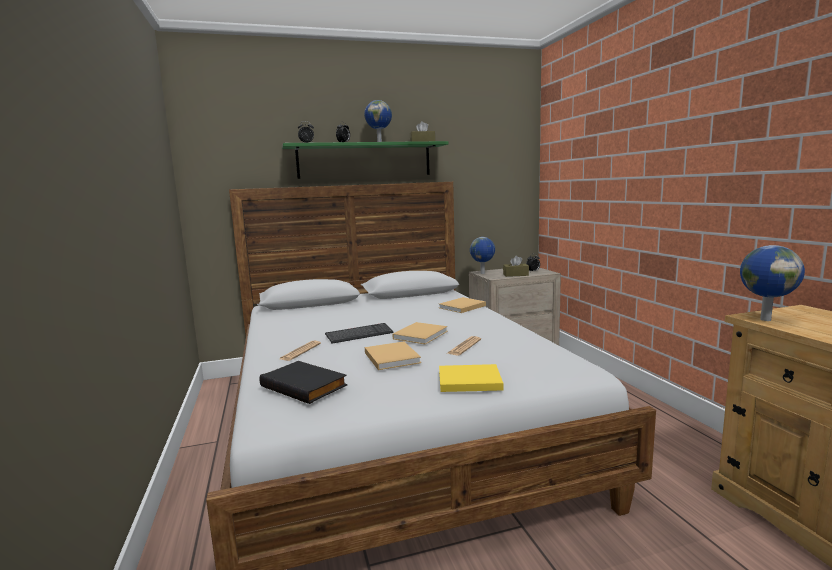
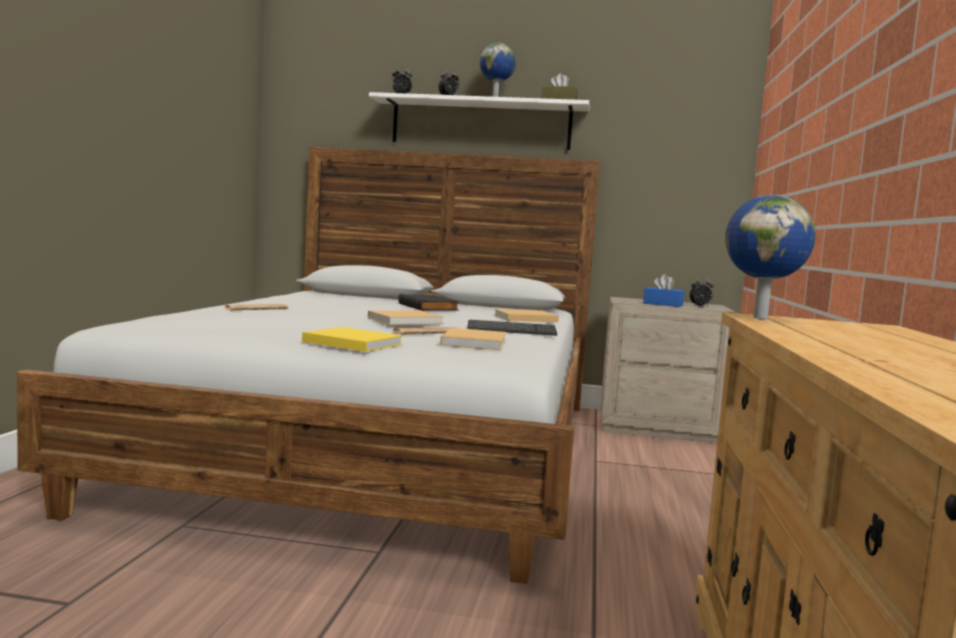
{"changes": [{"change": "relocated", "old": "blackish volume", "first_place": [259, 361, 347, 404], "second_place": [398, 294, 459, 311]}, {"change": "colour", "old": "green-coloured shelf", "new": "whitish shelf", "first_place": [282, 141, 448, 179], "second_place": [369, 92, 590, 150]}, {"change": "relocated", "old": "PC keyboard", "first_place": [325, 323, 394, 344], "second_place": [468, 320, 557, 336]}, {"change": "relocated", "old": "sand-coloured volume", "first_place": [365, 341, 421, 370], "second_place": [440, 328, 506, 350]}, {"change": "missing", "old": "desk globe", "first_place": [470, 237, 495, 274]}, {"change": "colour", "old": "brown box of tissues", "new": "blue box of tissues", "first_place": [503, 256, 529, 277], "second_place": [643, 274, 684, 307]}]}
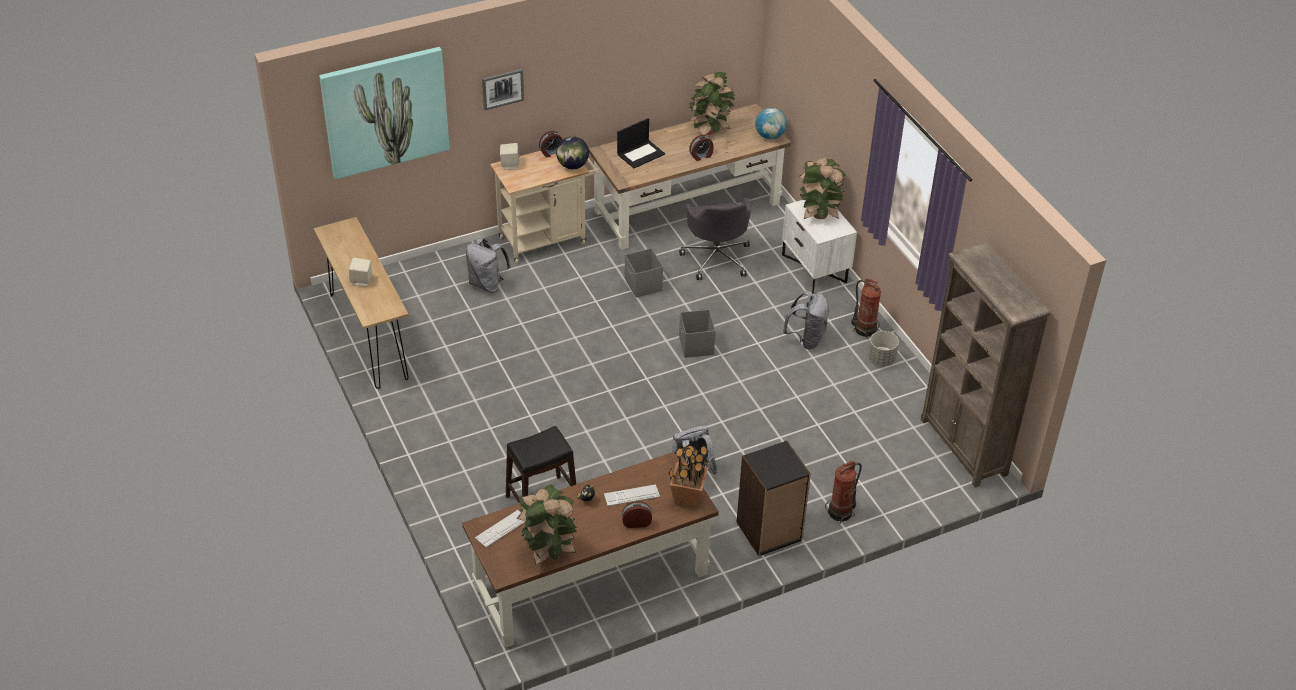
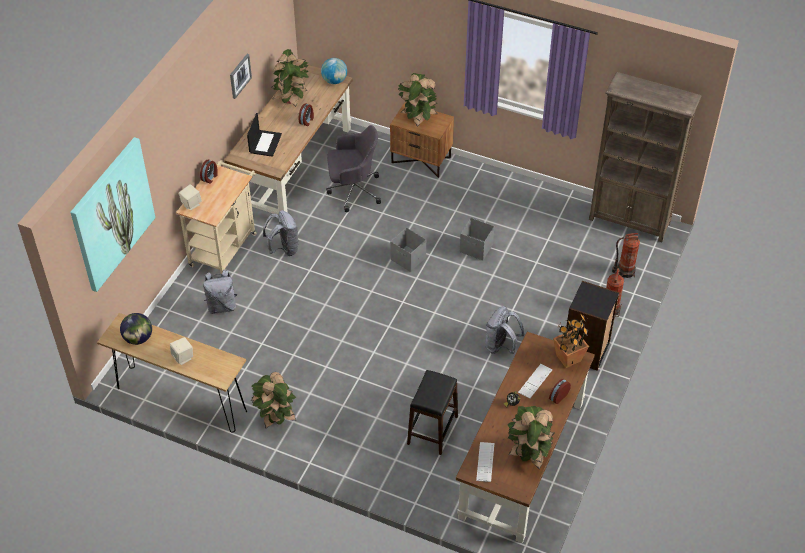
{"changes": [{"change": "relocated", "old": "picture", "first_place": [482, 69, 524, 110], "second_place": [230, 54, 252, 99]}, {"change": "relocated", "old": "desk globe", "first_place": [556, 136, 589, 169], "second_place": [120, 313, 152, 345]}, {"change": "relocated", "old": "greyish storage box", "first_place": [625, 248, 663, 297], "second_place": [460, 218, 494, 260]}, {"change": "spun", "old": "greyish office chair", "first_place": [679, 198, 751, 280], "second_place": [326, 125, 381, 212], "degrees": -45}, {"change": "colour", "old": "whitish night table", "new": "brown night table", "first_place": [782, 200, 857, 294], "second_place": [390, 102, 454, 178]}, {"change": "relocated", "old": "greyish rucksack", "first_place": [783, 291, 829, 349], "second_place": [263, 210, 298, 256]}, {"change": "relocated", "old": "fire-fighting cylinder", "first_place": [851, 278, 881, 338], "second_place": [612, 233, 640, 278]}, {"change": "missing", "old": "greyish plant pot", "first_place": [868, 331, 899, 366]}, {"change": "appeared", "new": "potted plant", "second_place": [251, 372, 296, 428]}]}
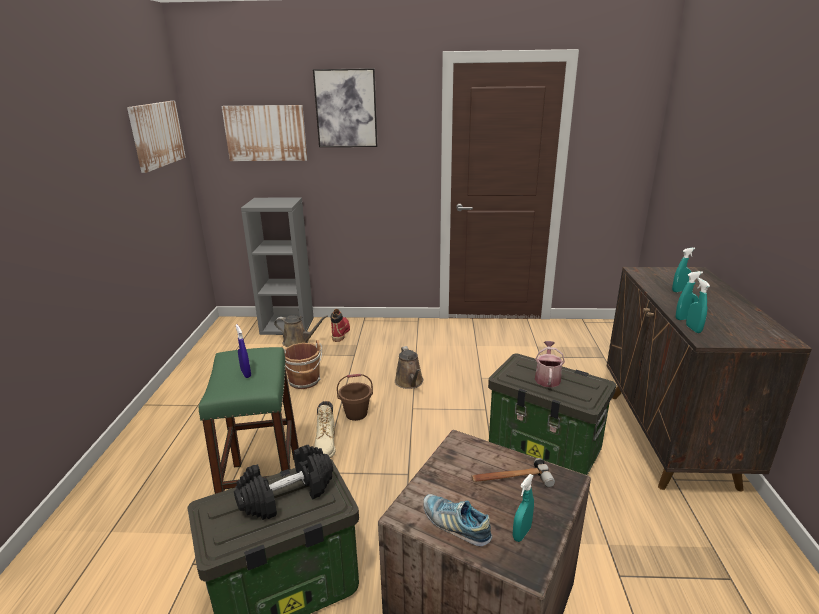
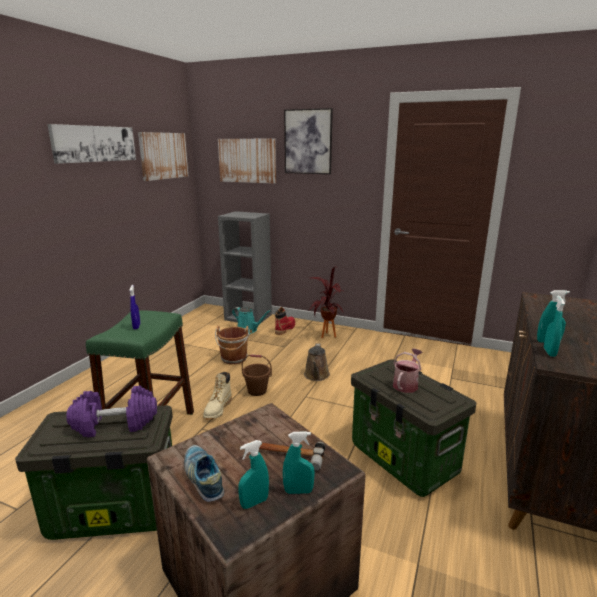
{"changes": [{"change": "colour", "old": "blackish free weight", "new": "purple free weight", "first_place": [234, 445, 333, 520], "second_place": [66, 385, 157, 437]}, {"change": "colour", "old": "brown watering pot", "new": "blue-green watering pot", "first_place": [274, 315, 328, 347], "second_place": [232, 307, 271, 334]}, {"change": "relocated", "old": "blue-green spray bottle", "first_place": [672, 248, 695, 292], "second_place": [283, 431, 315, 494]}, {"change": "appeared", "new": "picture", "second_place": [47, 124, 136, 164]}, {"change": "appeared", "new": "potted plant", "second_place": [308, 266, 343, 338]}]}
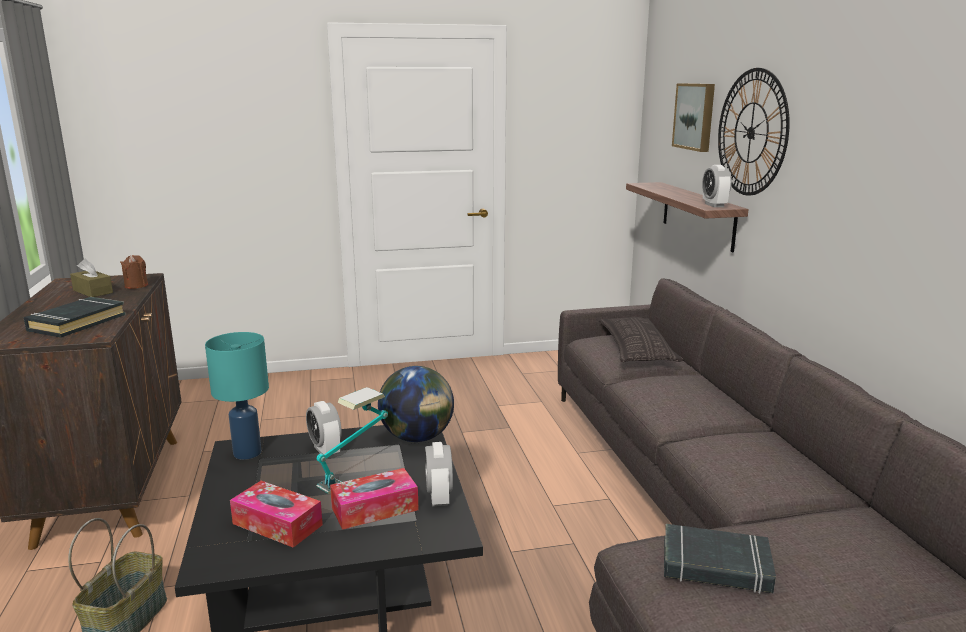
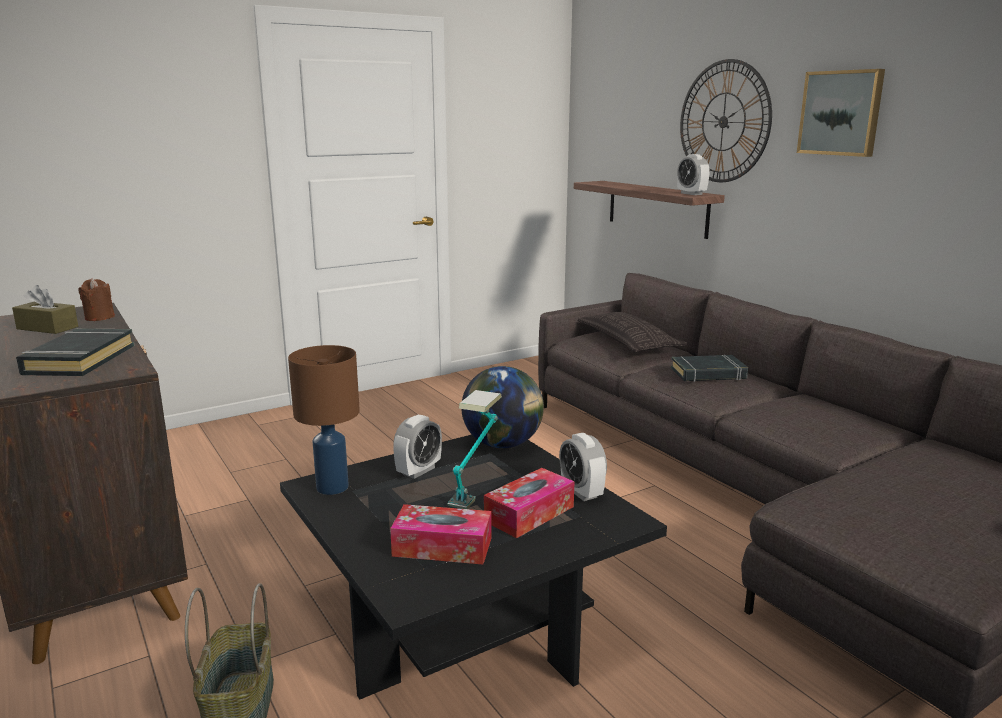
{"changes": [{"change": "colour", "old": "blue-green lamp for a table", "new": "brown lamp for a table", "first_place": [205, 332, 269, 460], "second_place": [288, 345, 360, 495]}, {"change": "spun", "old": "bedside clock", "first_place": [306, 401, 342, 457], "second_place": [393, 415, 442, 479], "degrees": -90}, {"change": "relocated", "old": "blackish volume", "first_place": [664, 524, 776, 594], "second_place": [671, 355, 748, 382]}, {"change": "relocated", "old": "picture", "first_place": [672, 83, 715, 152], "second_place": [797, 69, 885, 157]}]}
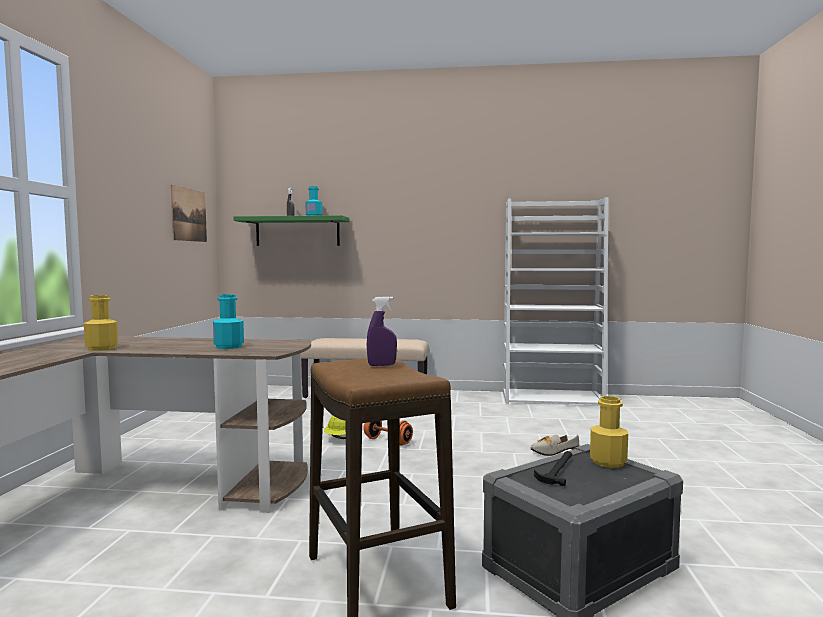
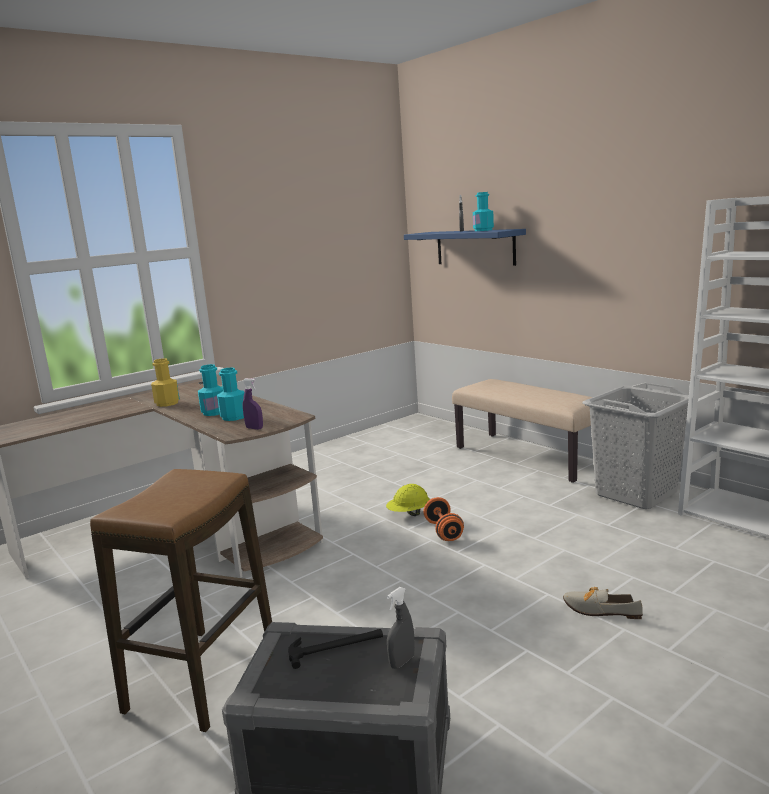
{"changes": [{"change": "missing", "old": "picture", "first_place": [171, 185, 207, 242]}, {"change": "colour", "old": "green-coloured shelf", "new": "blue shelf", "first_place": [233, 215, 350, 246], "second_place": [404, 229, 526, 266]}, {"change": "relocated", "old": "purple spray bottle", "first_place": [367, 296, 397, 366], "second_place": [243, 378, 263, 430]}, {"change": "exchanged", "old": "yellowish beverage bottle", "new": "greyish spray bottle", "first_place": [590, 396, 628, 468], "second_place": [387, 587, 415, 669]}, {"change": "appeared", "new": "blue-green beverage bottle", "second_place": [198, 364, 223, 416]}, {"change": "appeared", "new": "greyish hamper", "second_place": [582, 383, 689, 509]}]}
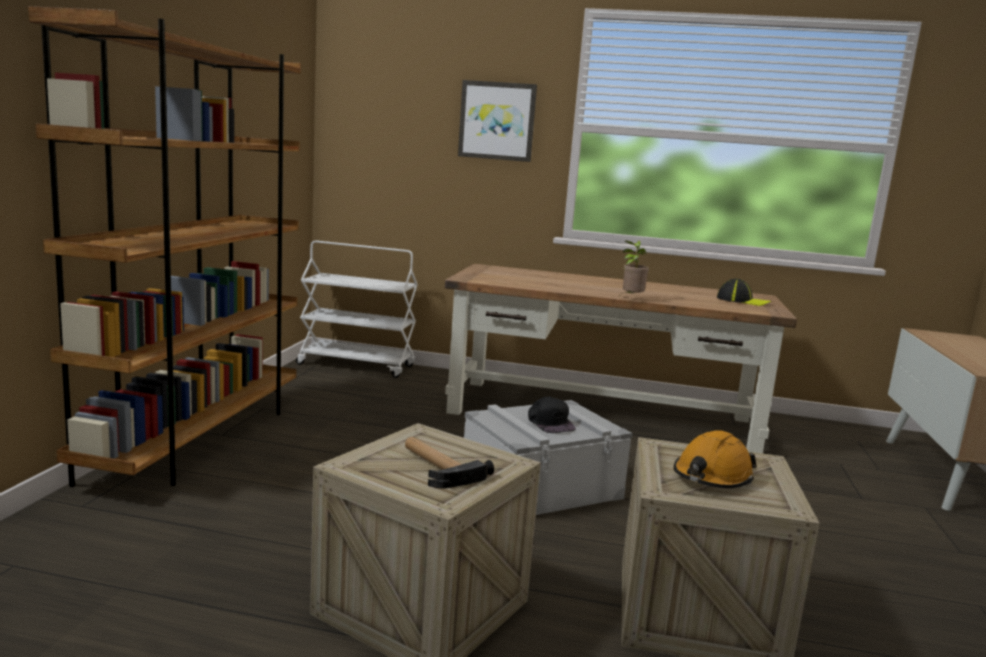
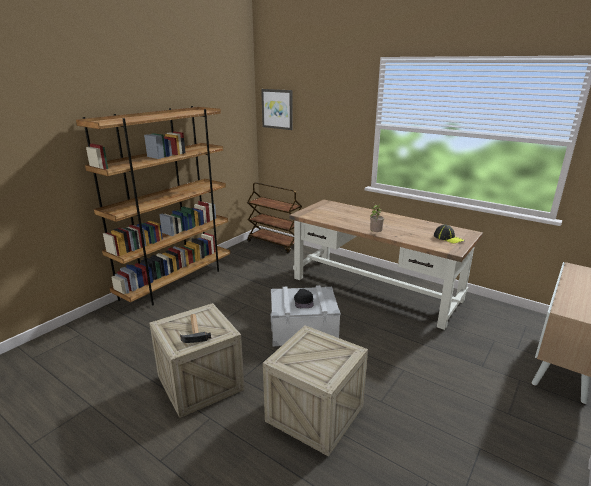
{"changes": [{"change": "colour", "old": "whitish cart", "new": "brown cart", "first_place": [296, 241, 418, 378], "second_place": [247, 182, 302, 253]}, {"change": "relocated", "old": "picture", "first_place": [458, 80, 537, 162], "second_place": [261, 89, 293, 130]}, {"change": "missing", "old": "orangey work helmet", "first_place": [673, 430, 757, 488]}]}
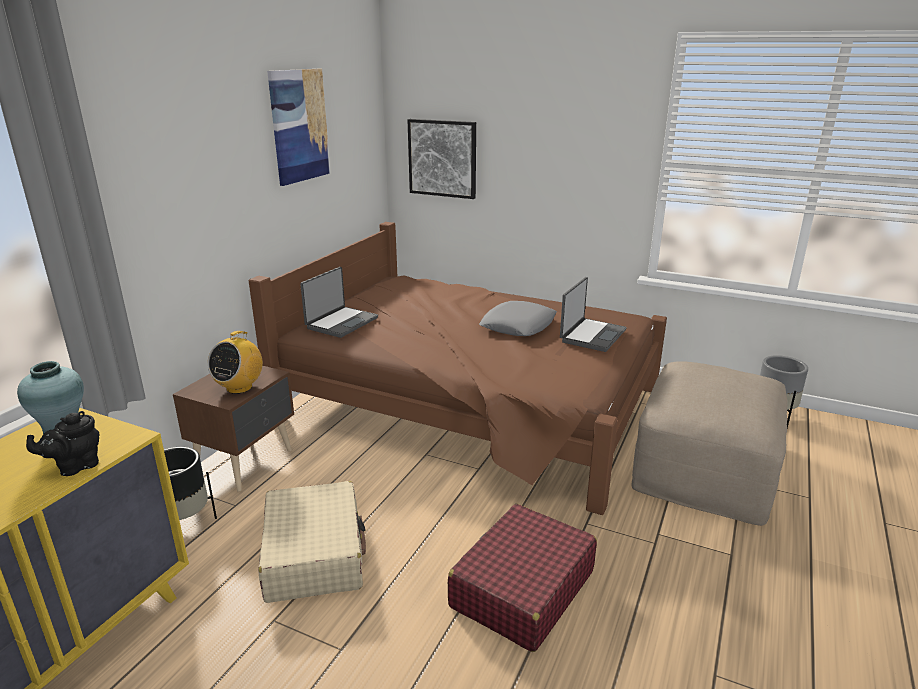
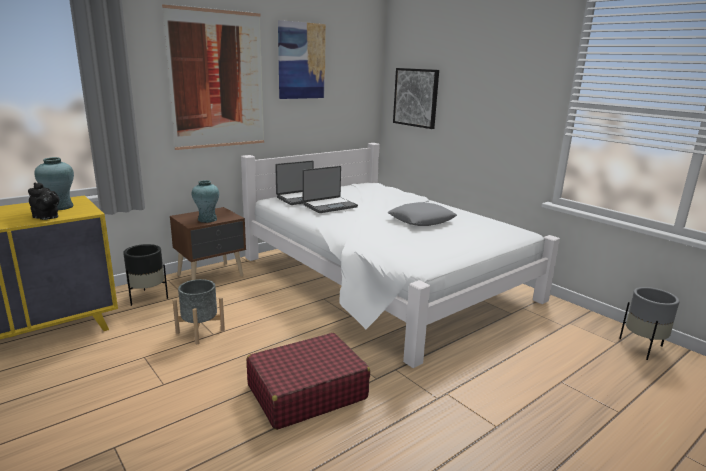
{"changes": [{"change": "spun", "old": "blackish pot for tea", "first_place": [26, 411, 99, 476], "second_place": [28, 183, 60, 220], "degrees": -135}, {"change": "exchanged", "old": "radio set", "new": "blue-green vase", "first_place": [207, 331, 263, 394], "second_place": [192, 180, 219, 223]}, {"change": "colour", "old": "brown bed", "new": "whitish bed", "first_place": [248, 222, 667, 515], "second_place": [241, 143, 560, 368]}, {"change": "exchanged", "old": "sand-coloured piece of luggage", "new": "greyish plant pot", "first_place": [258, 481, 366, 603], "second_place": [173, 279, 225, 344]}, {"change": "relocated", "old": "laptop", "first_place": [560, 277, 627, 352], "second_place": [302, 166, 358, 213]}, {"change": "missing", "old": "sand-coloured ottoman", "first_place": [631, 361, 788, 526]}, {"change": "appeared", "new": "picture", "second_place": [162, 5, 264, 150]}]}
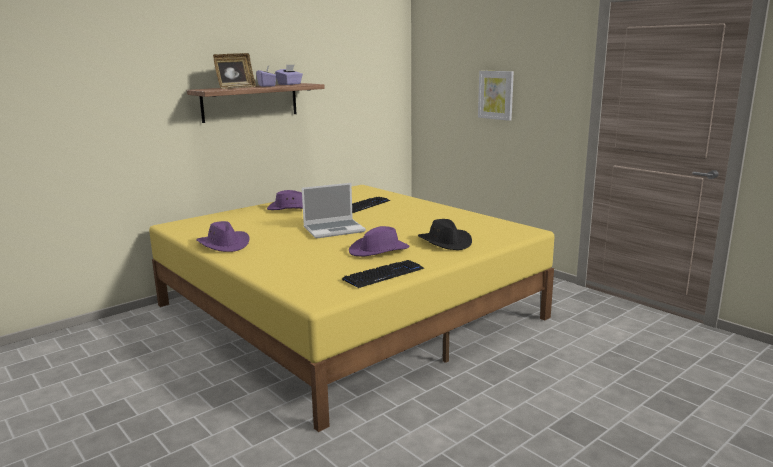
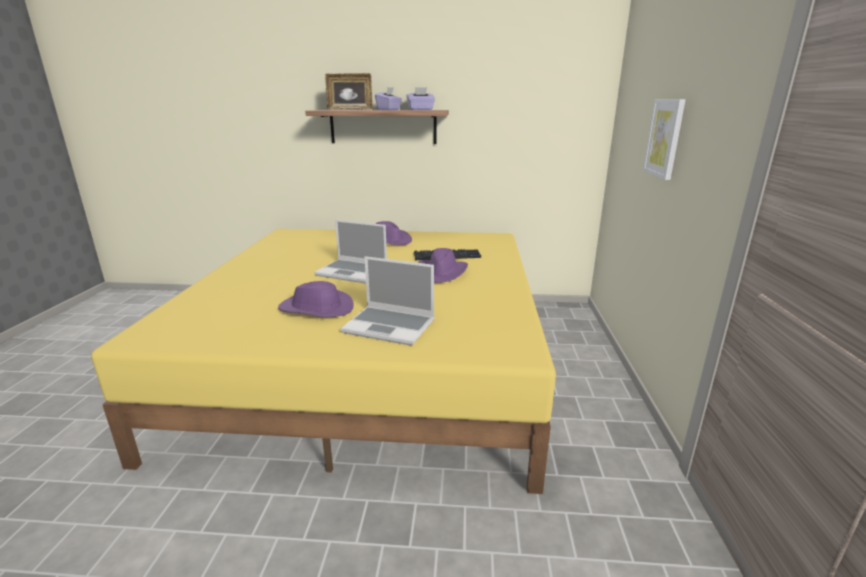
{"changes": [{"change": "relocated", "old": "purple hat", "first_place": [196, 221, 250, 252], "second_place": [418, 248, 468, 283]}, {"change": "missing", "old": "PC keyboard", "first_place": [342, 260, 424, 288]}, {"change": "exchanged", "old": "blackish hat", "new": "laptop", "first_place": [418, 219, 472, 250], "second_place": [340, 256, 435, 345]}]}
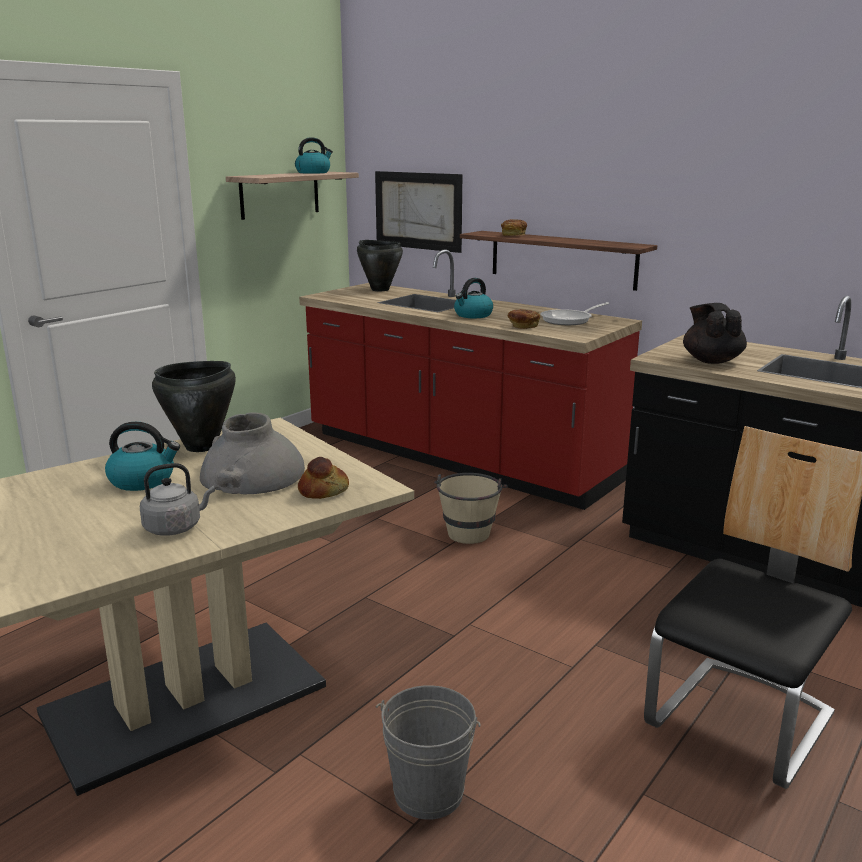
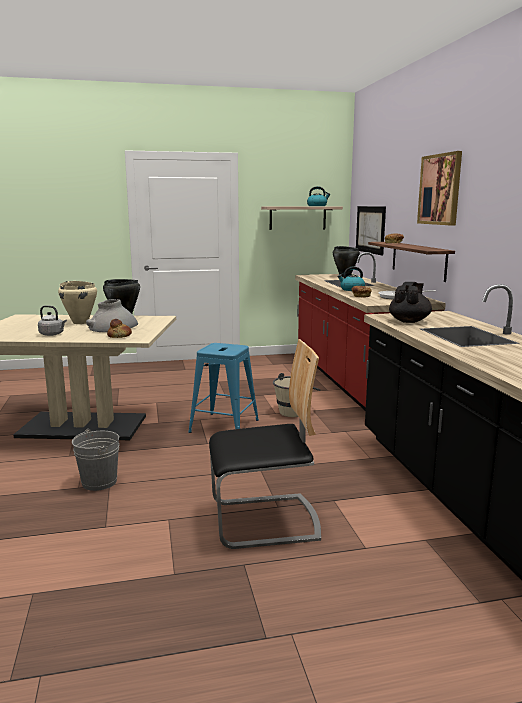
{"changes": [{"change": "exchanged", "old": "tea kettle", "new": "sand-coloured saucepot", "first_place": [105, 422, 180, 491], "second_place": [58, 281, 97, 324]}, {"change": "appeared", "new": "blue stool", "second_place": [188, 343, 259, 433]}, {"change": "appeared", "new": "picture", "second_place": [417, 151, 462, 226]}]}
